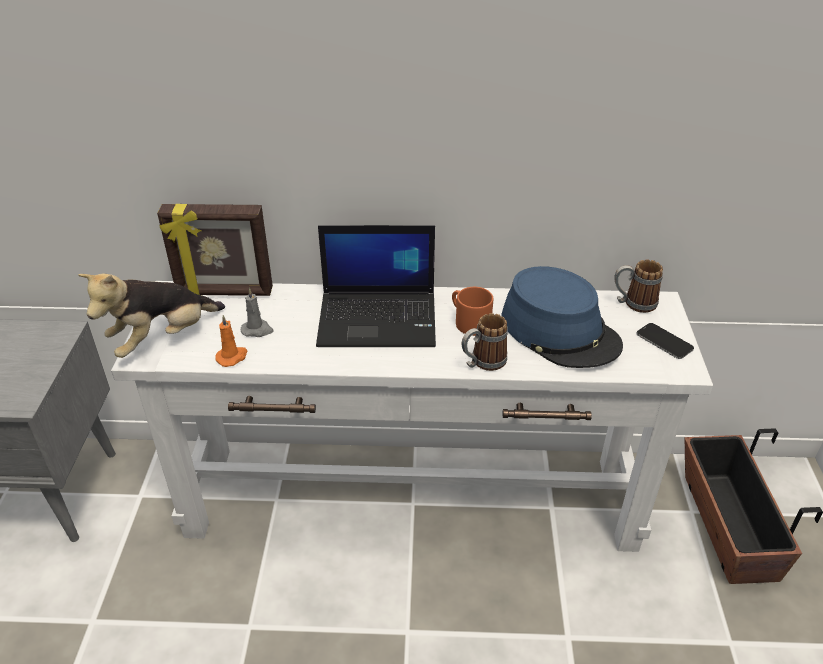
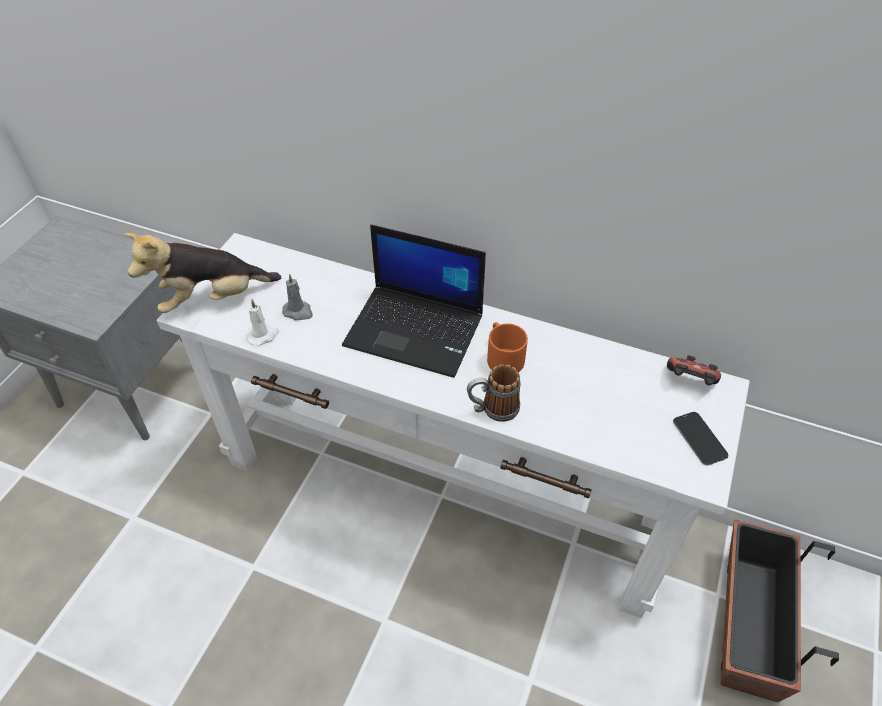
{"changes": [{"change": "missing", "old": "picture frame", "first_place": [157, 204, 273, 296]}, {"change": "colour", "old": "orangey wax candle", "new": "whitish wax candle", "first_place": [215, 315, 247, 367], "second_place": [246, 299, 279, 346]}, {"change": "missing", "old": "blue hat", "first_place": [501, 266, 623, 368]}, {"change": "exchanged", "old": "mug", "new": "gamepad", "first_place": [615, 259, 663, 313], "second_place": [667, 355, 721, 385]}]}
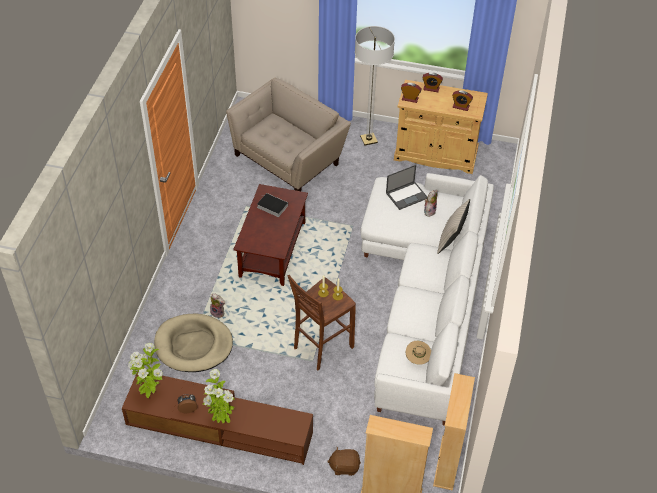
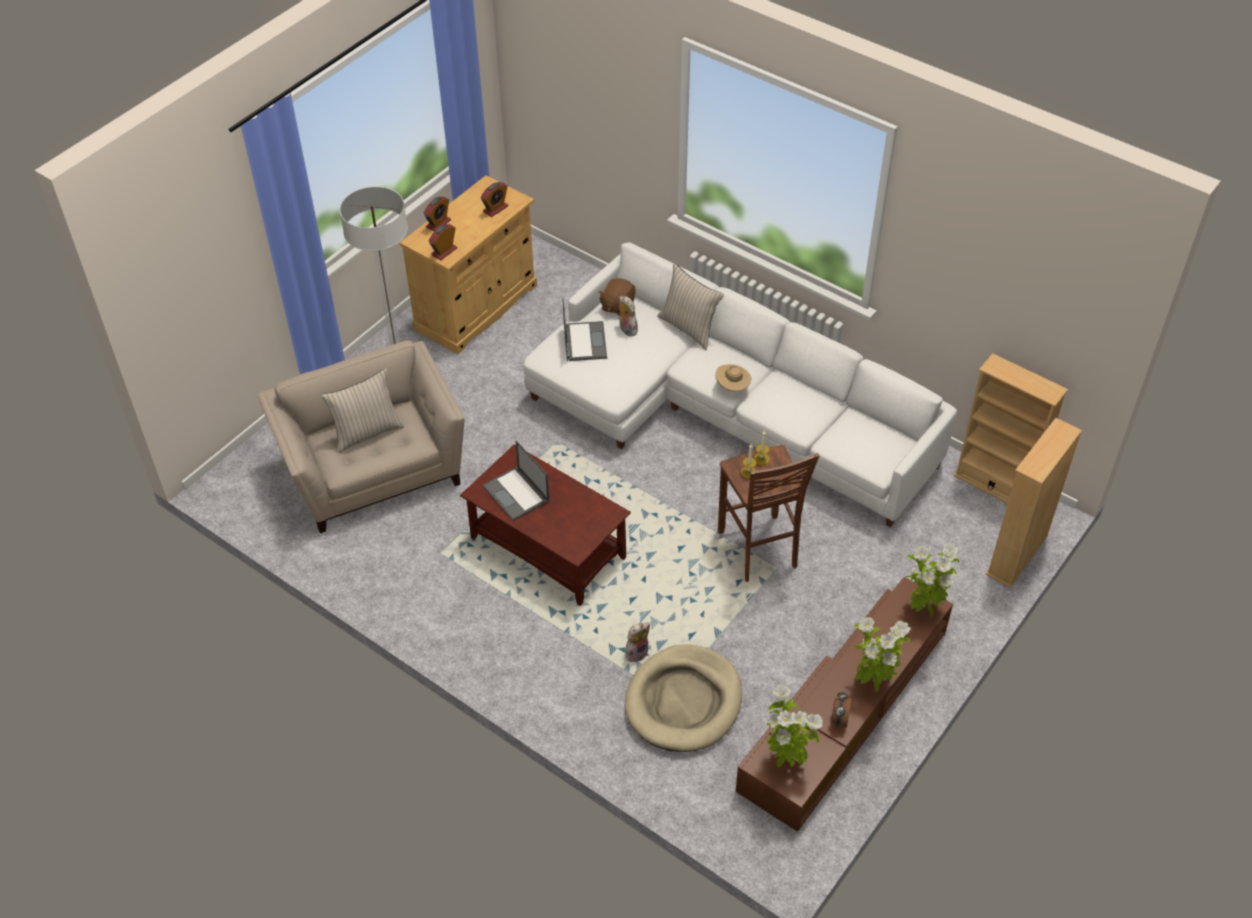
{"changes": [{"change": "exchanged", "old": "volume", "new": "laptop", "first_place": [257, 193, 288, 217], "second_place": [482, 440, 549, 521]}, {"change": "relocated", "old": "brown cuddly toy", "first_place": [327, 447, 361, 476], "second_place": [598, 278, 636, 315]}, {"change": "relocated", "old": "sand-coloured hat", "first_place": [406, 341, 431, 365], "second_place": [715, 364, 751, 392]}, {"change": "appeared", "new": "sand-coloured pillow", "second_place": [320, 368, 404, 453]}, {"change": "appeared", "new": "potted plant", "second_place": [906, 544, 959, 617]}]}
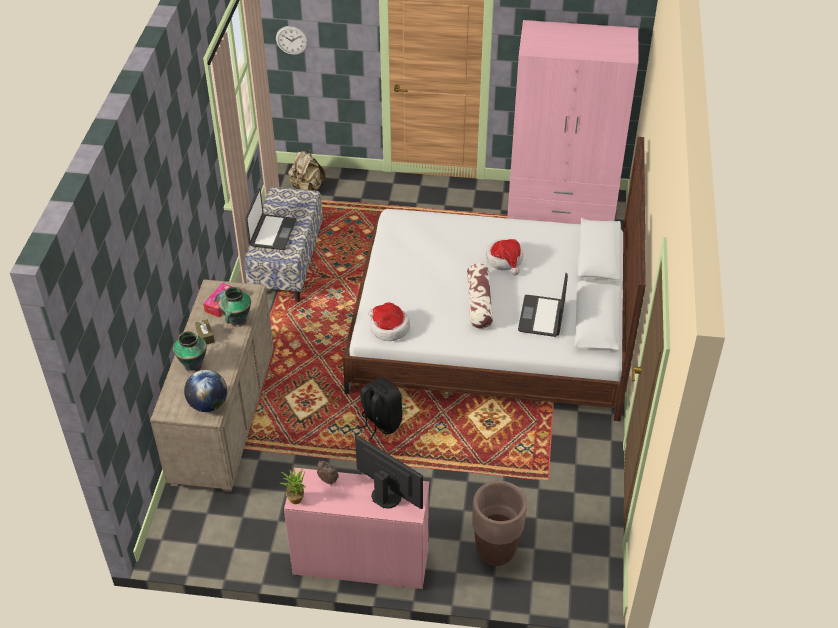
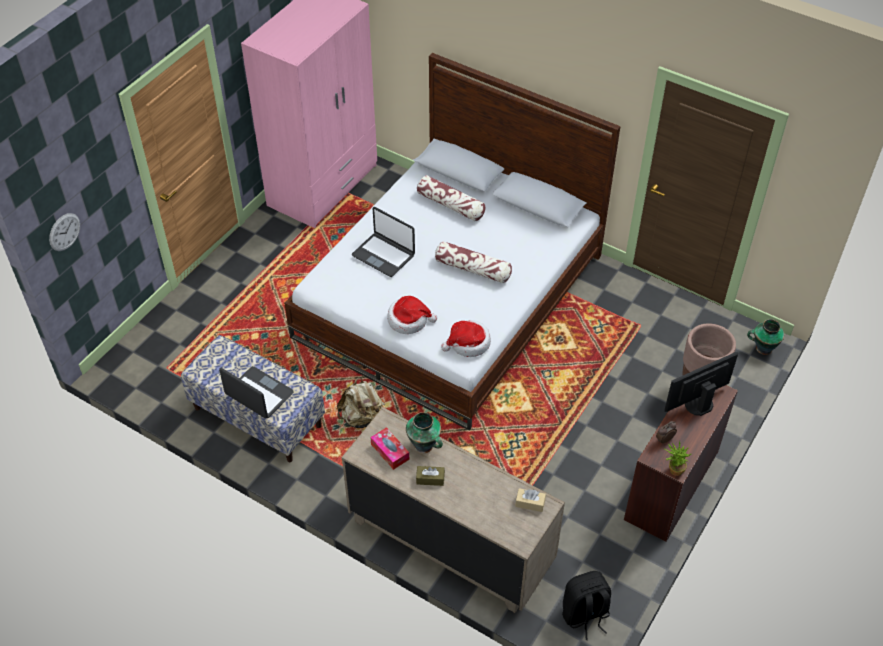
{"changes": [{"change": "relocated", "old": "vase", "first_place": [173, 331, 207, 373], "second_place": [747, 319, 784, 355]}, {"change": "exchanged", "old": "desk globe", "new": "sand-coloured box of tissues", "first_place": [184, 370, 227, 412], "second_place": [515, 488, 546, 512]}, {"change": "colour", "old": "pinkish desk unit", "new": "brown desk unit", "first_place": [284, 468, 429, 589], "second_place": [624, 385, 738, 542]}, {"change": "relocated", "old": "sand-coloured rucksack", "first_place": [288, 150, 326, 191], "second_place": [337, 377, 385, 428]}, {"change": "relocated", "old": "blackish rucksack", "first_place": [358, 377, 403, 439], "second_place": [562, 571, 611, 640]}, {"change": "relocated", "old": "hat", "first_place": [486, 239, 523, 275], "second_place": [387, 296, 437, 334]}, {"change": "relocated", "old": "laptop", "first_place": [518, 273, 568, 337], "second_place": [352, 207, 415, 277]}, {"change": "appeared", "new": "pillow", "second_place": [417, 175, 486, 221]}]}
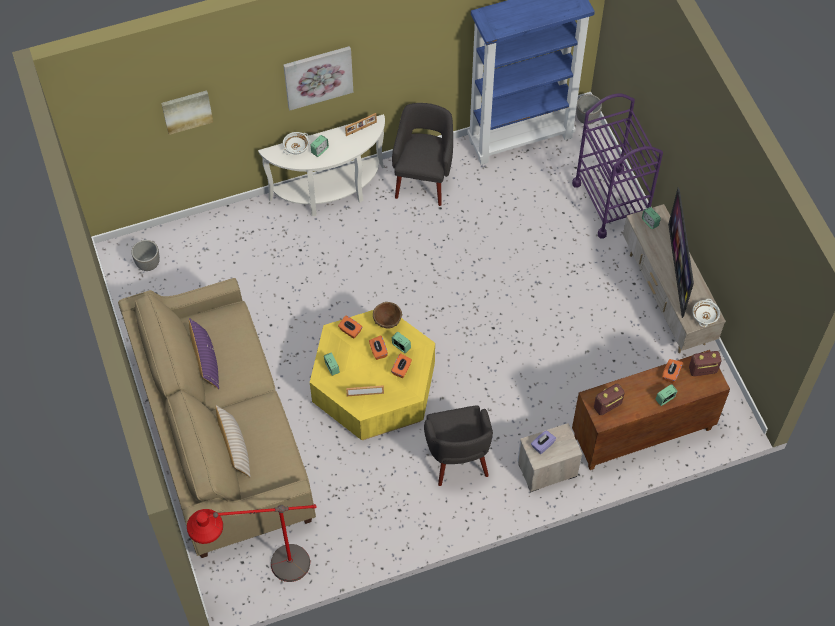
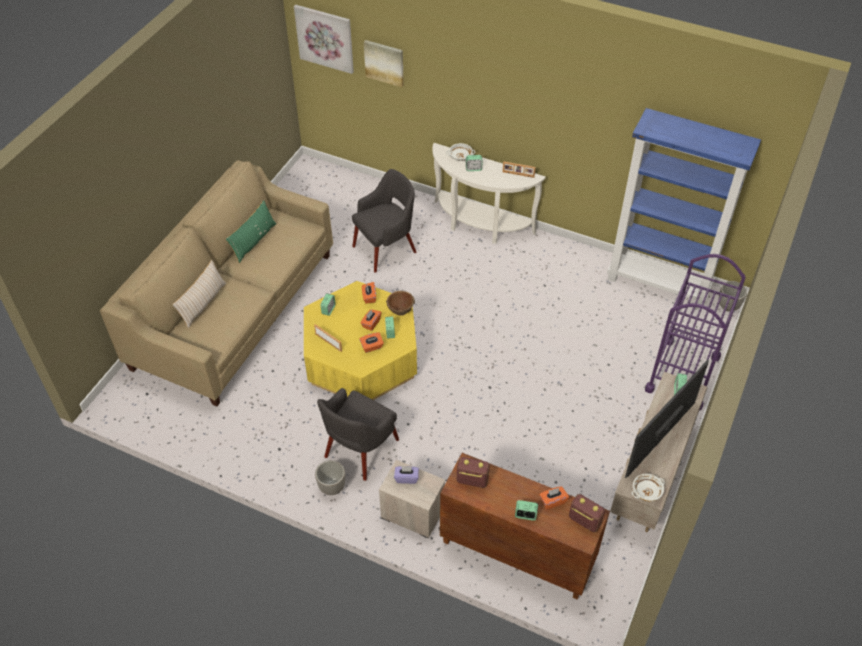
{"changes": [{"change": "relocated", "old": "plant pot", "first_place": [131, 240, 160, 271], "second_place": [315, 460, 345, 495]}, {"change": "missing", "old": "red-coloured floor lamp", "first_place": [187, 504, 316, 582]}, {"change": "colour", "old": "purple pillow", "new": "green-coloured pillow", "first_place": [189, 318, 219, 390], "second_place": [226, 200, 276, 263]}, {"change": "relocated", "old": "picture", "first_place": [283, 46, 353, 111], "second_place": [294, 5, 354, 74]}, {"change": "relocated", "old": "greyish easy chair", "first_place": [392, 103, 453, 206], "second_place": [352, 169, 416, 272]}]}
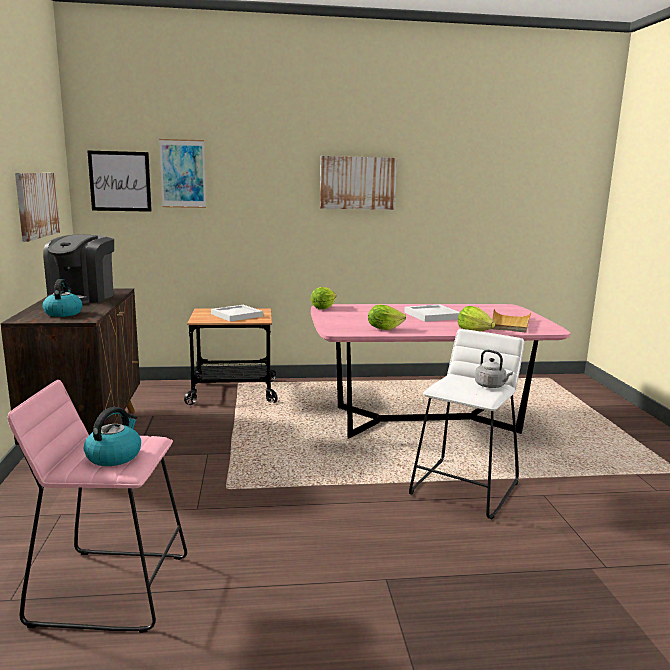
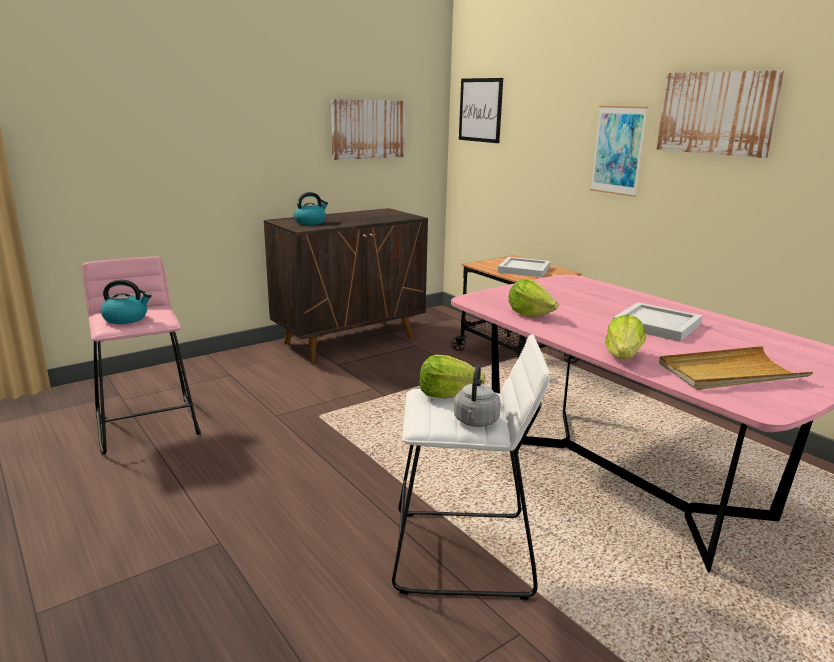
{"changes": [{"change": "missing", "old": "coffee maker", "first_place": [43, 235, 114, 304]}, {"change": "relocated", "old": "picture", "first_place": [159, 139, 206, 208], "second_place": [590, 106, 648, 197]}, {"change": "relocated", "old": "head of lettuce", "first_place": [311, 287, 336, 309], "second_place": [420, 355, 486, 399]}]}
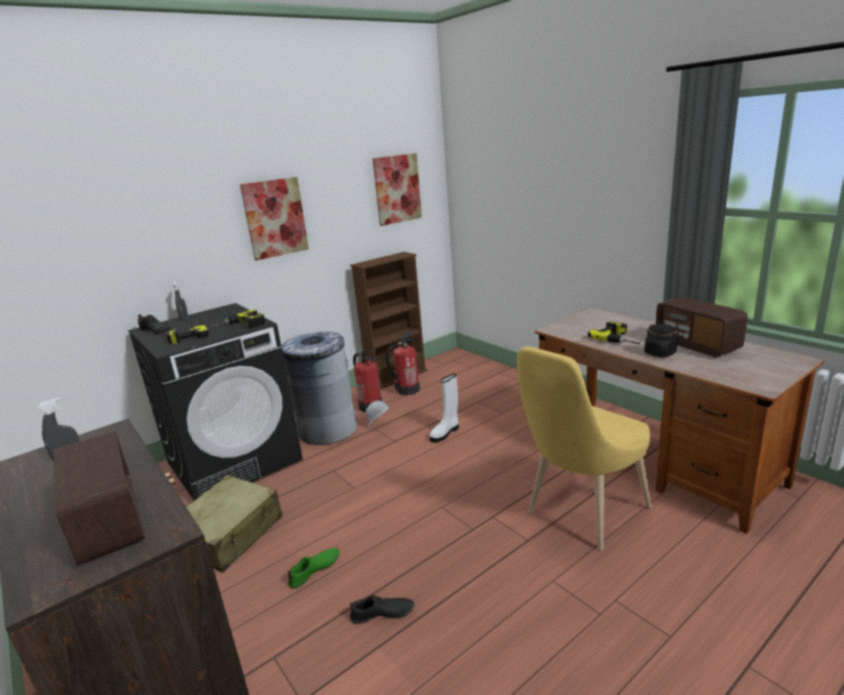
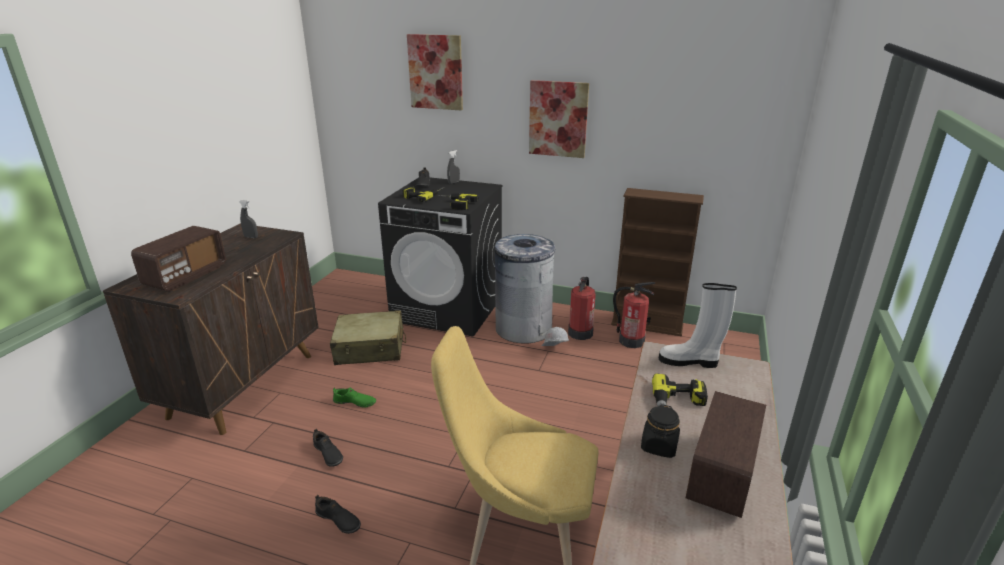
{"changes": [{"change": "relocated", "old": "picture", "first_place": [372, 153, 422, 226], "second_place": [407, 34, 463, 111]}, {"change": "relocated", "old": "whitish high-top boot", "first_place": [429, 374, 459, 443], "second_place": [659, 283, 737, 368]}, {"change": "appeared", "new": "blackish item of footwear", "second_place": [315, 495, 361, 534]}]}
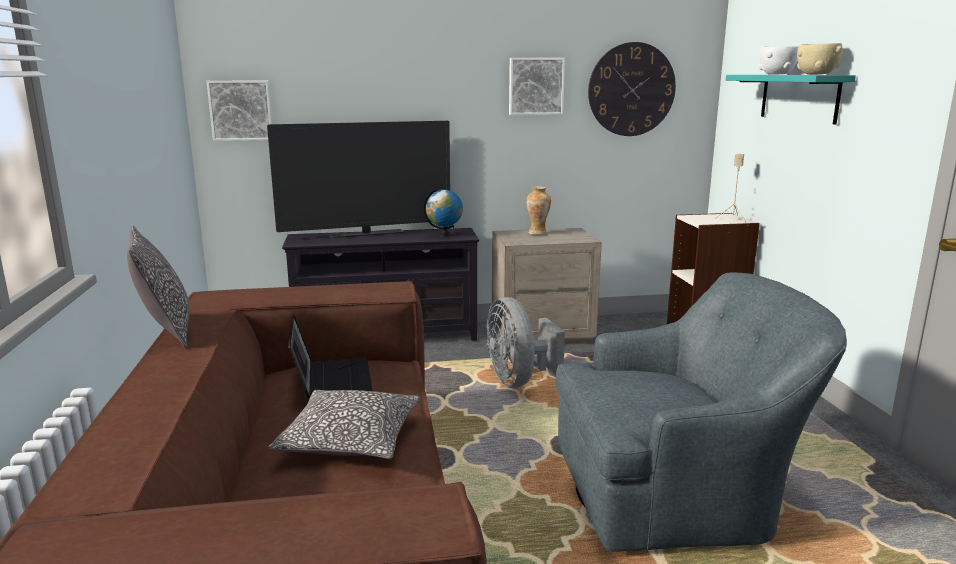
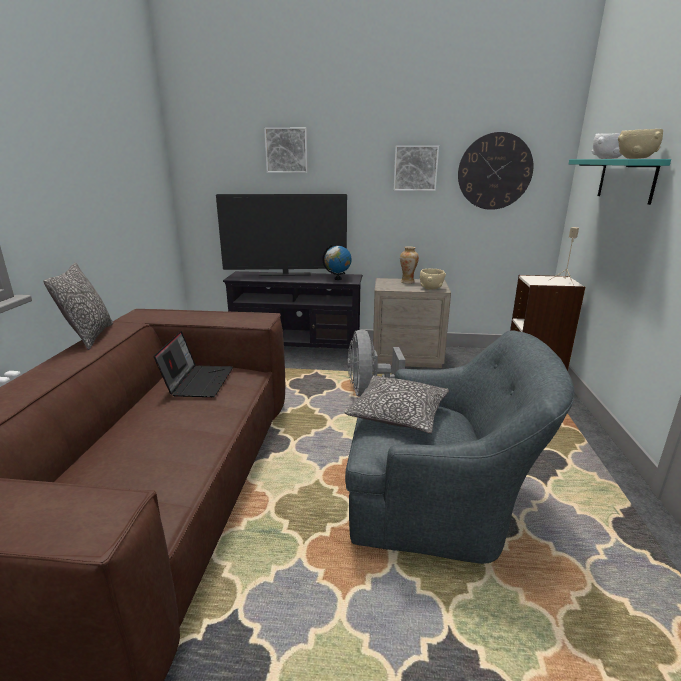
{"changes": [{"change": "relocated", "old": "picture", "first_place": [207, 81, 272, 141], "second_place": [264, 127, 308, 173]}, {"change": "relocated", "old": "pillow", "first_place": [268, 390, 420, 459], "second_place": [344, 375, 449, 434]}, {"change": "appeared", "new": "sand-coloured deep dish", "second_place": [420, 269, 446, 290]}]}
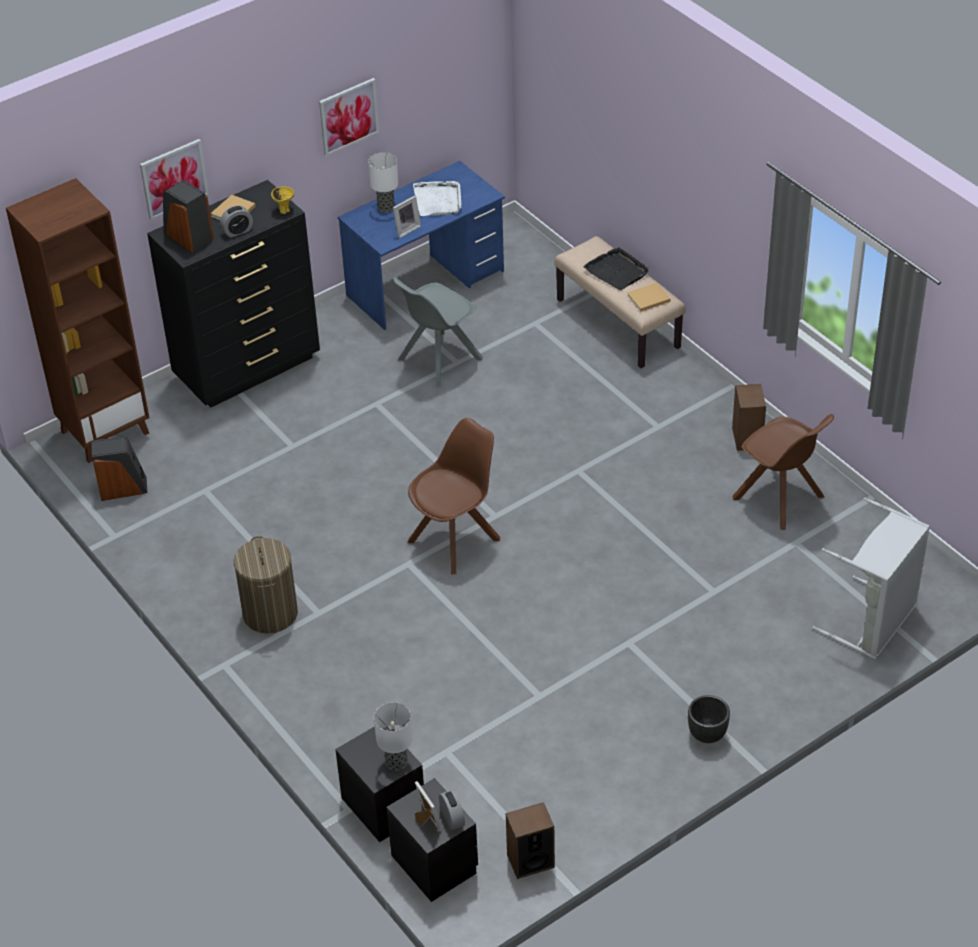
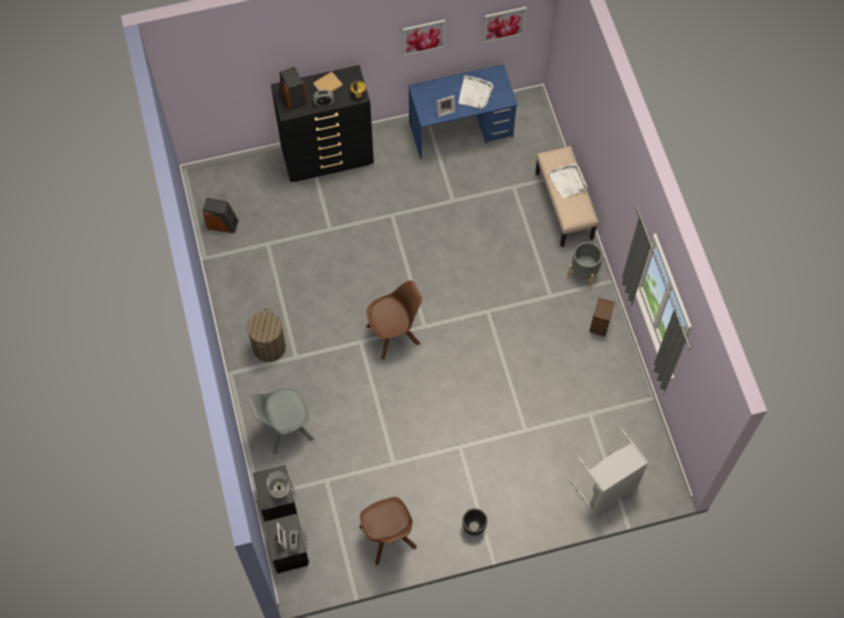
{"changes": [{"change": "missing", "old": "brown bookshelf", "first_place": [6, 178, 149, 463]}, {"change": "relocated", "old": "picture", "first_place": [140, 139, 209, 220], "second_place": [483, 7, 527, 43]}, {"change": "missing", "old": "lamp for a table", "first_place": [368, 152, 399, 212]}, {"change": "relocated", "old": "greyish plain chair", "first_place": [393, 277, 483, 387], "second_place": [248, 387, 314, 455]}, {"change": "missing", "old": "loudspeaker", "first_place": [506, 802, 555, 879]}, {"change": "colour", "old": "blackish carrying tray", "new": "whitish carrying tray", "first_place": [583, 247, 649, 290], "second_place": [548, 164, 587, 198]}, {"change": "missing", "old": "sand-coloured volume", "first_place": [627, 283, 671, 312]}, {"change": "relocated", "old": "brown plain chair", "first_place": [732, 414, 834, 530], "second_place": [359, 497, 417, 565]}, {"change": "appeared", "new": "greyish plant pot", "second_place": [567, 242, 603, 287]}]}
